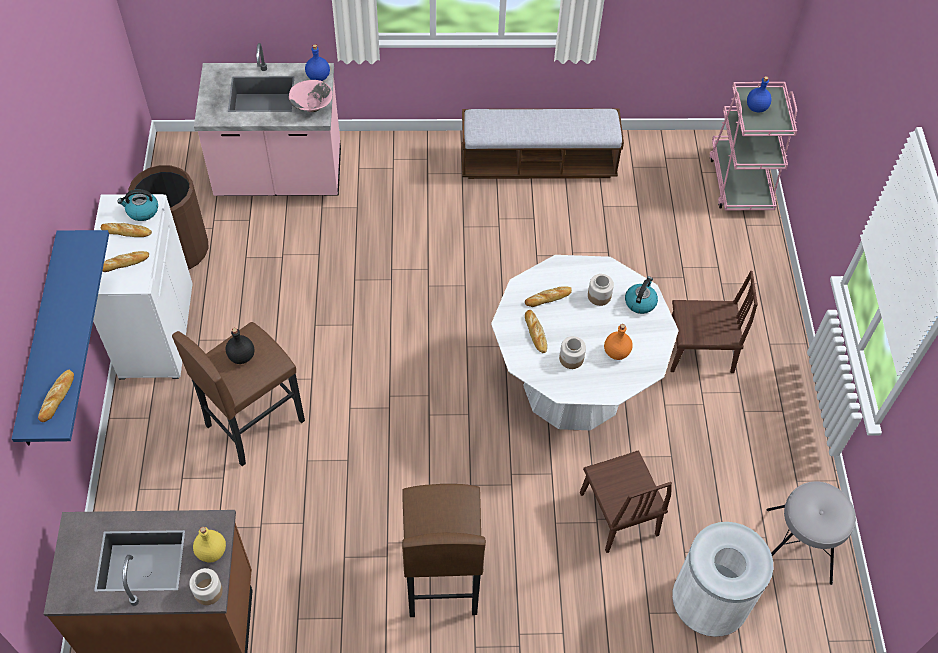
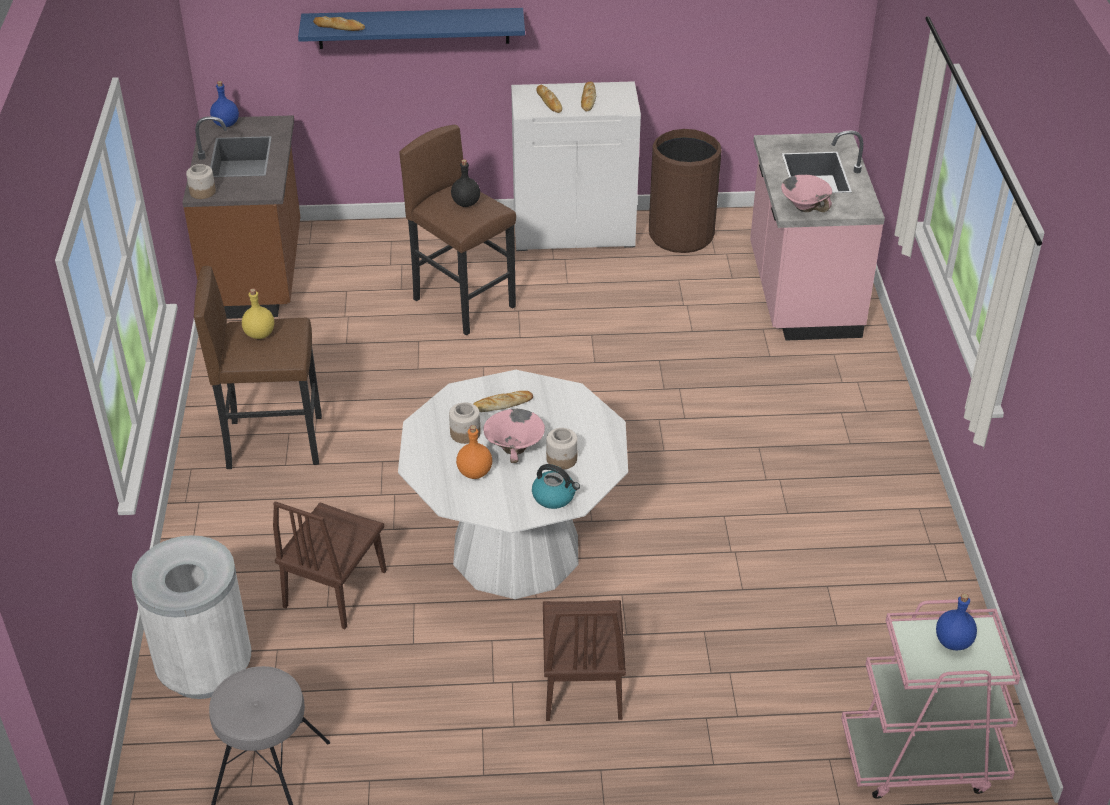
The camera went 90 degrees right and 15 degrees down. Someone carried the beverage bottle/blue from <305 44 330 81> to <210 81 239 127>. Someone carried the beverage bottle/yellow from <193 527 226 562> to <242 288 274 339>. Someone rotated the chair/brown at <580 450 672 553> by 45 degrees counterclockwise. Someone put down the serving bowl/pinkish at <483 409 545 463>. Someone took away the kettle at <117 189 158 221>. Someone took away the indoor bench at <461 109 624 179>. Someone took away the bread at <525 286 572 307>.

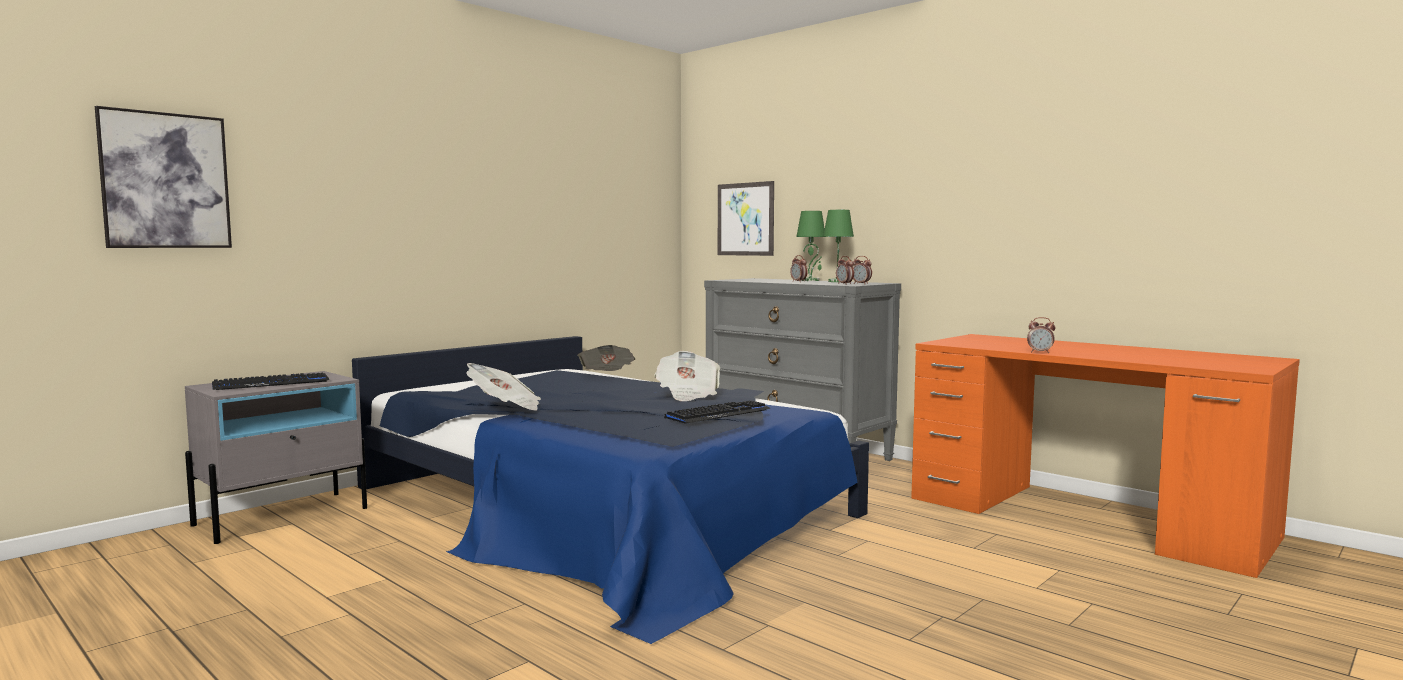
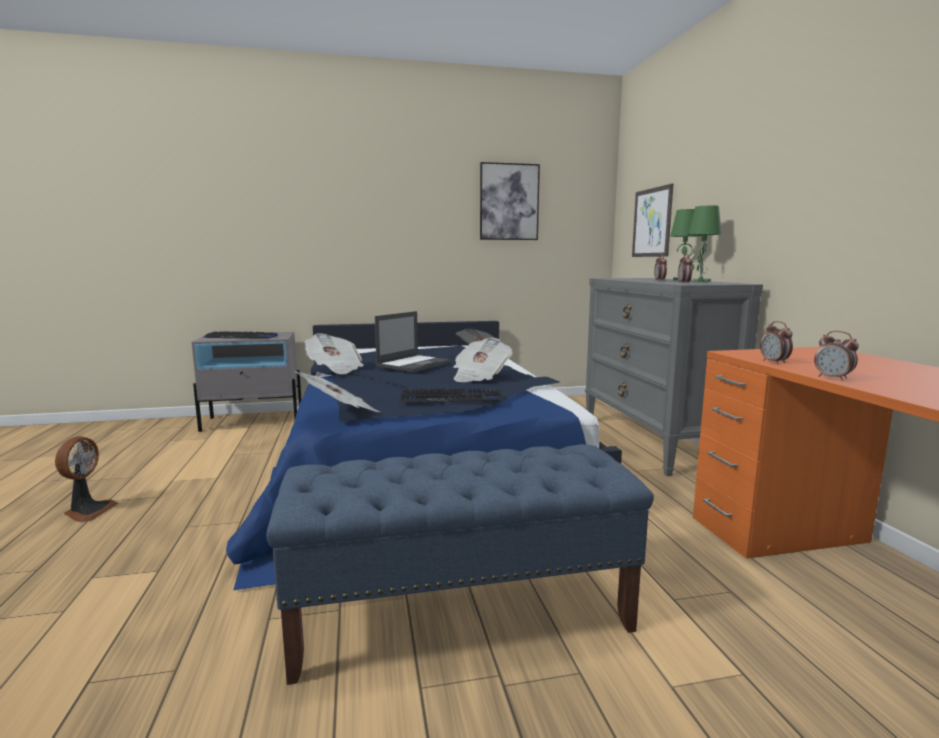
The camera went 35 degrees right and 5 degrees up. Someone put down the electric fan at <55 436 119 522>. Someone put down the indoor bench/blue at <267 444 654 685>. Someone put down the printed paper at <293 371 379 412>. Someone put down the notebook computer at <375 311 452 372>. Someone carried the wall art from <95 106 232 248> to <480 162 540 240>. Someone carried the alarm clock from <853 256 872 285> to <760 321 793 364>.

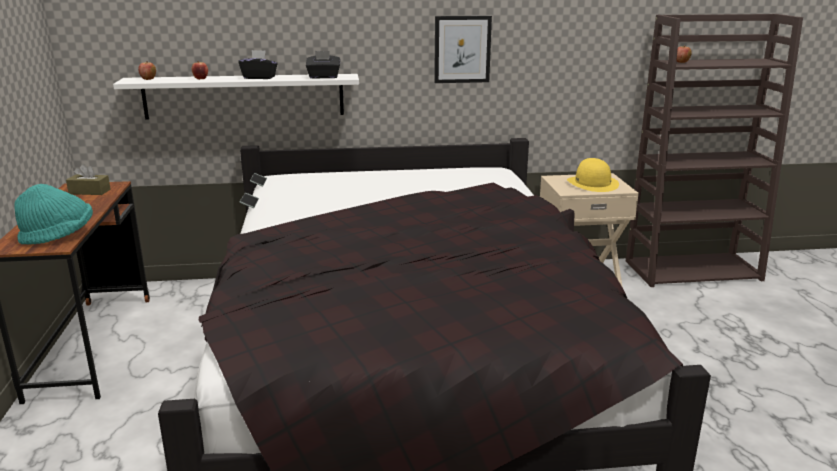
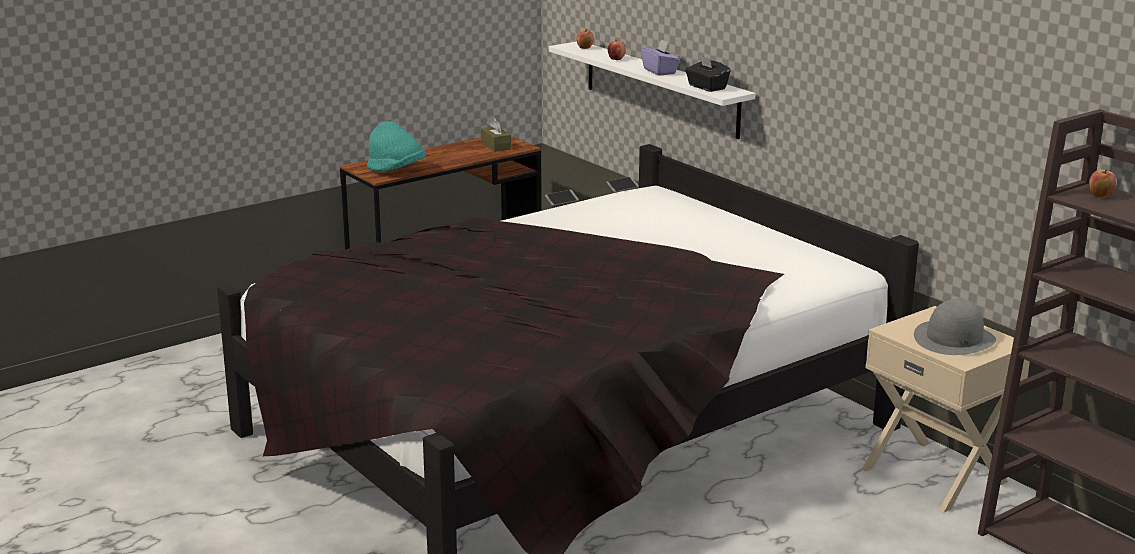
The camera went 60 degrees right and 0 degrees up. Someone repainted the box of tissues/black-coloured at <238 50 278 79>, which became the box of tissues/purple-coloured at <641 39 680 76>. Someone repainted the clothing hat/yellow at <567 158 619 192>, which became the clothing hat/greyish at <914 299 996 355>. Someone took away the wall art at <434 16 492 83>.

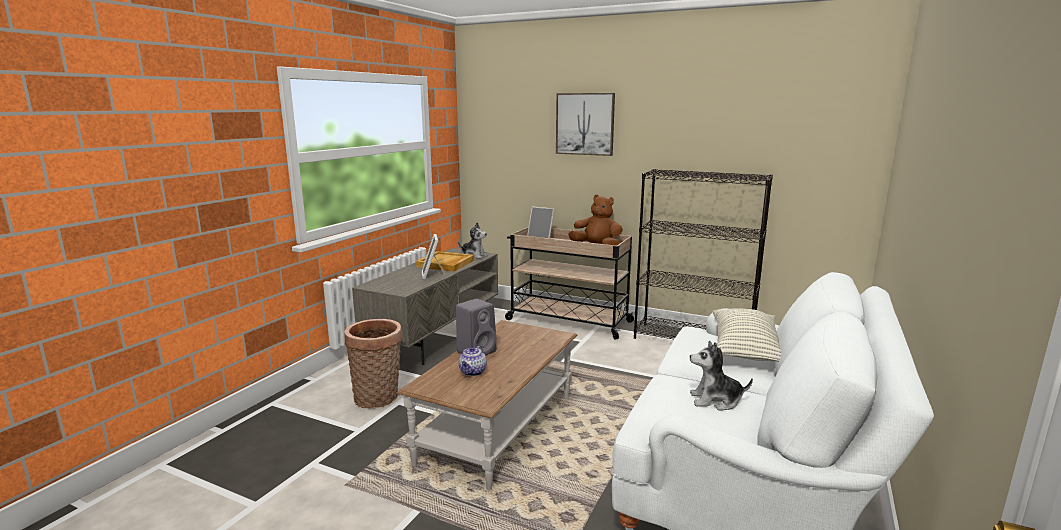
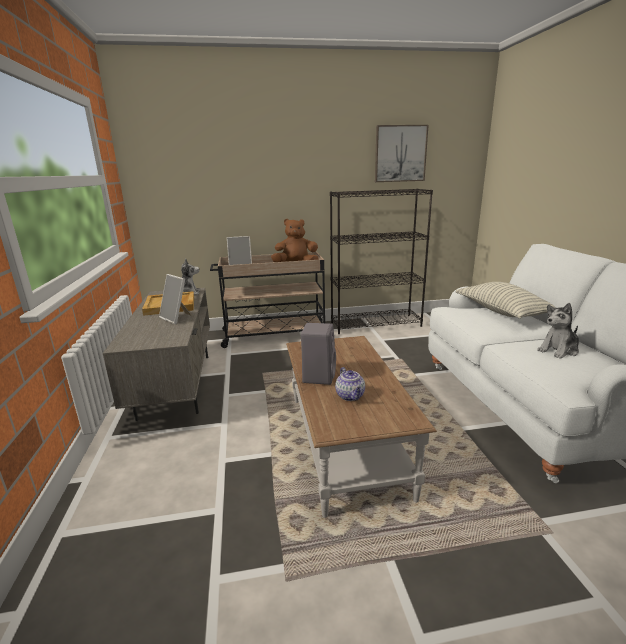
The camera went 35 degrees left and 5 degrees up. Someone carried the wall art from <556 93 615 156> to <375 125 429 182>. Someone took away the storage basket at <344 319 402 409>.

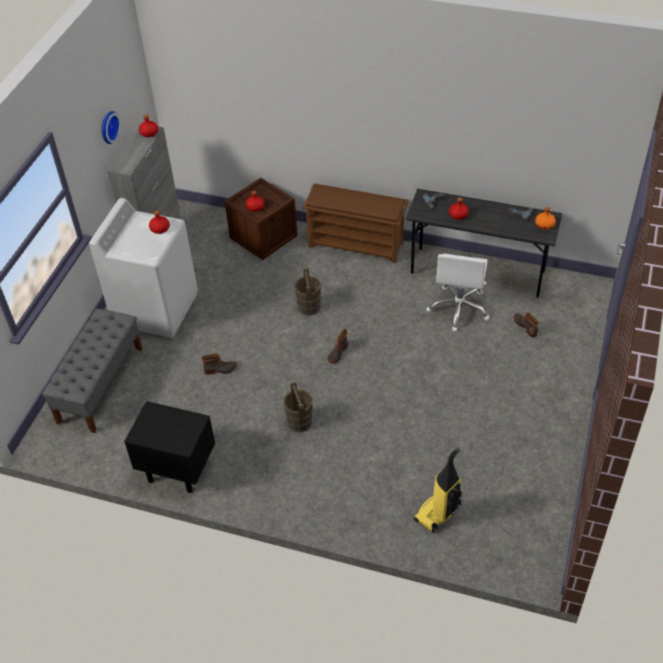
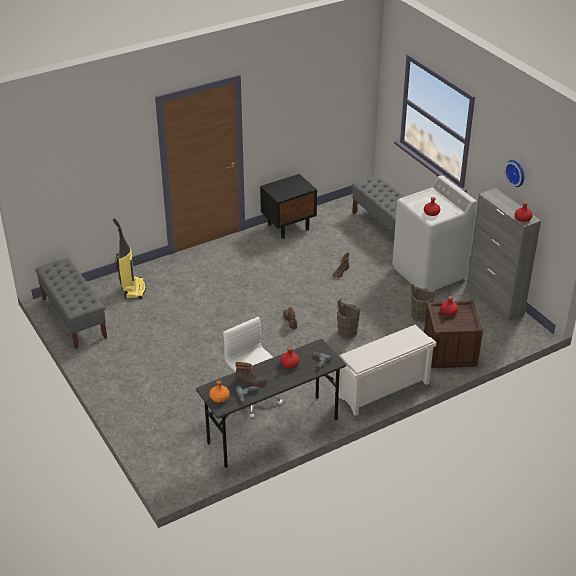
The camera went 130 degrees right and 10 degrees down. Someone put down the indoor bench/greyish at <35 258 107 349>. Someone carried the boot from <514 313 538 337> to <235 362 268 386>. Someone repainted the shoe shelf/brown at <303 183 408 263>, which became the shoe shelf/white at <338 325 436 416>. Someone carried the water bucket/brown from <283 382 313 432> to <411 284 436 322>.

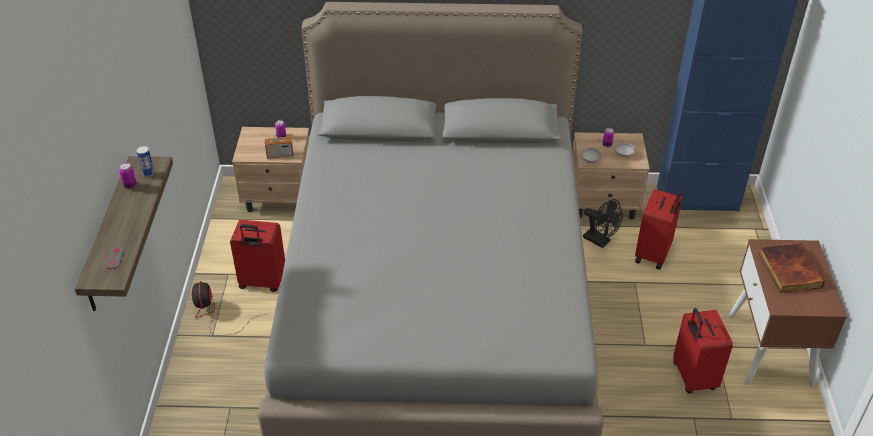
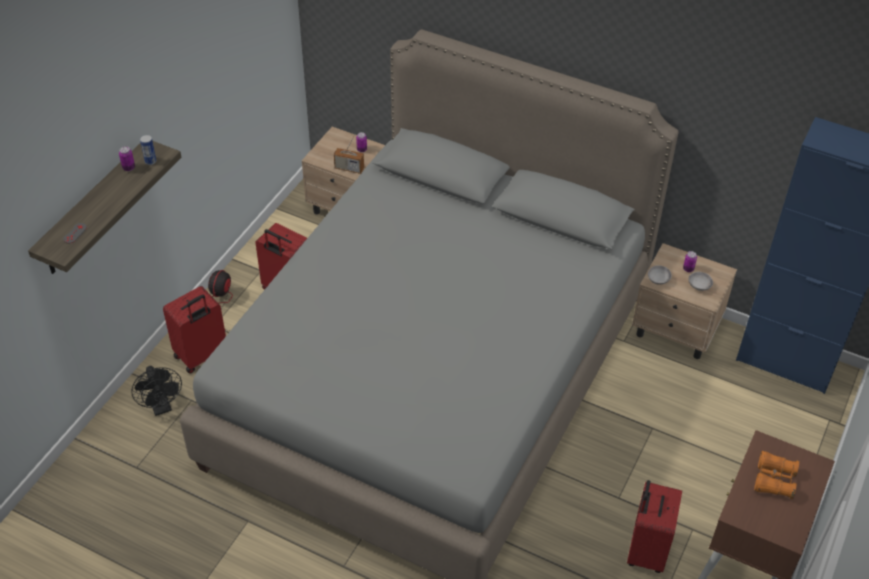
The camera went 25 degrees right and 5 degrees up. Someone carried the electric fan/black-coloured from <583 199 623 248> to <131 366 182 416>. Someone carried the travel case/reddish from <635 188 683 270> to <163 286 226 373>. Someone swapped the volume at <759 243 825 293> for the field glasses/orangey at <754 451 799 499>.

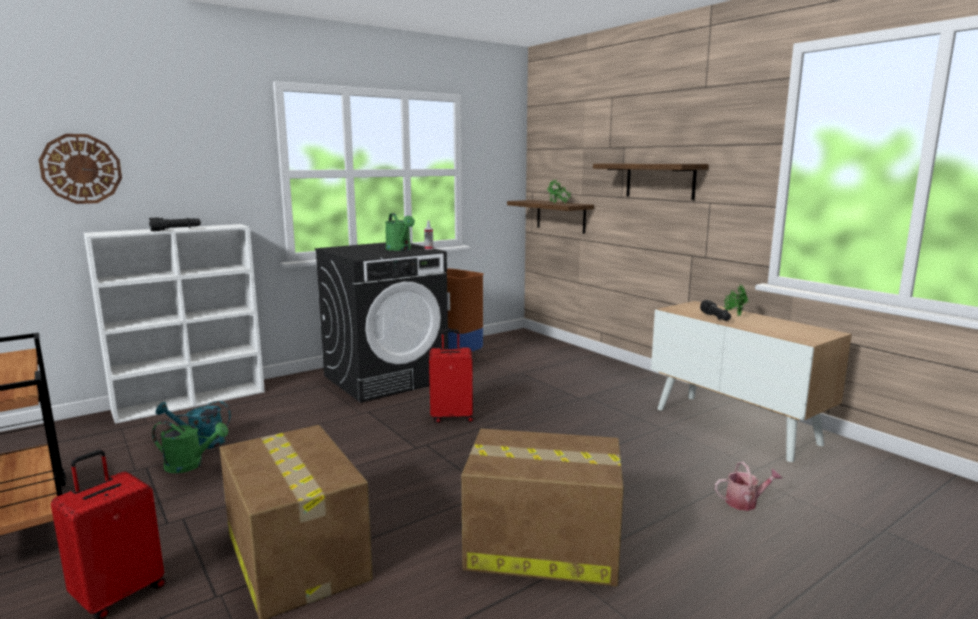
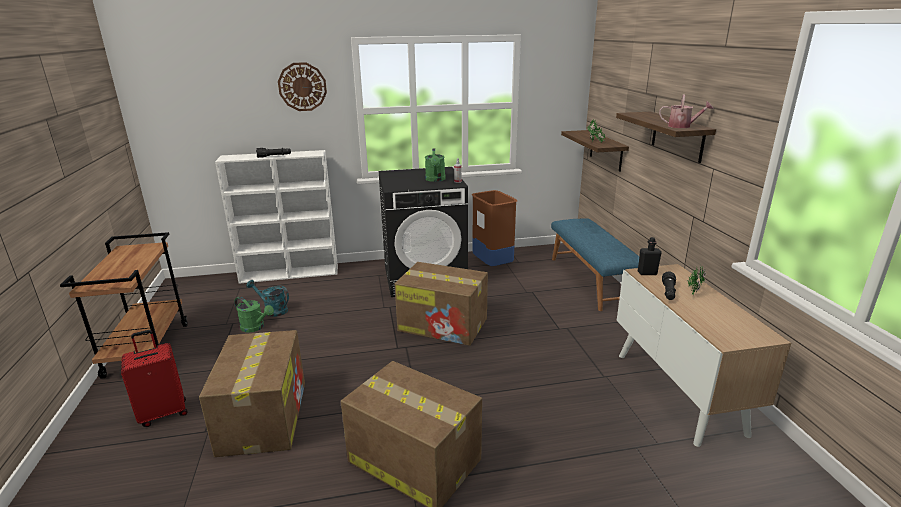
The camera went 25 degrees right and 10 degrees up. Someone carried the wall clock from <39 134 122 204> to <278 62 327 111>. Someone swapped the travel case/reddish at <429 329 474 423> for the carton at <395 262 488 346>. Someone put down the indoor bench/blue at <551 218 639 311>. Someone put down the beverage bottle/black-coloured at <638 237 662 275>. Someone carried the watering can from <715 462 783 511> to <659 94 714 128>.

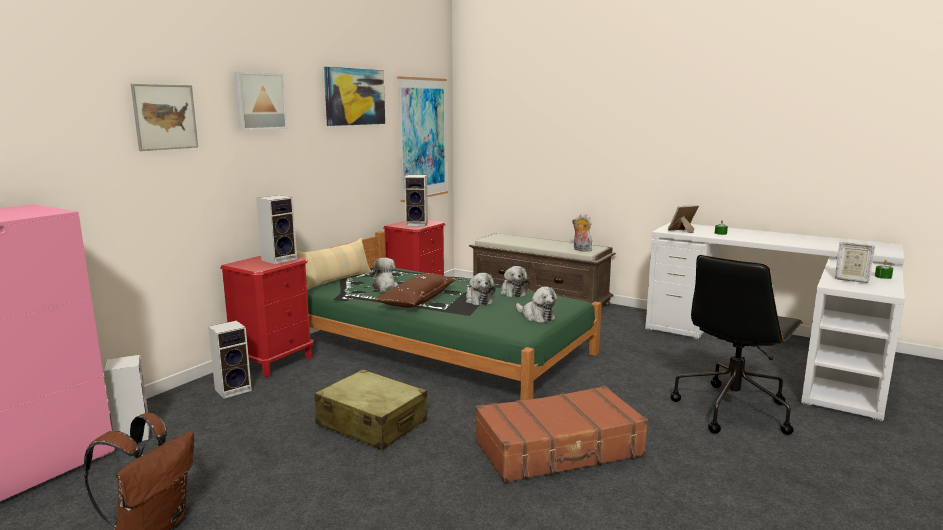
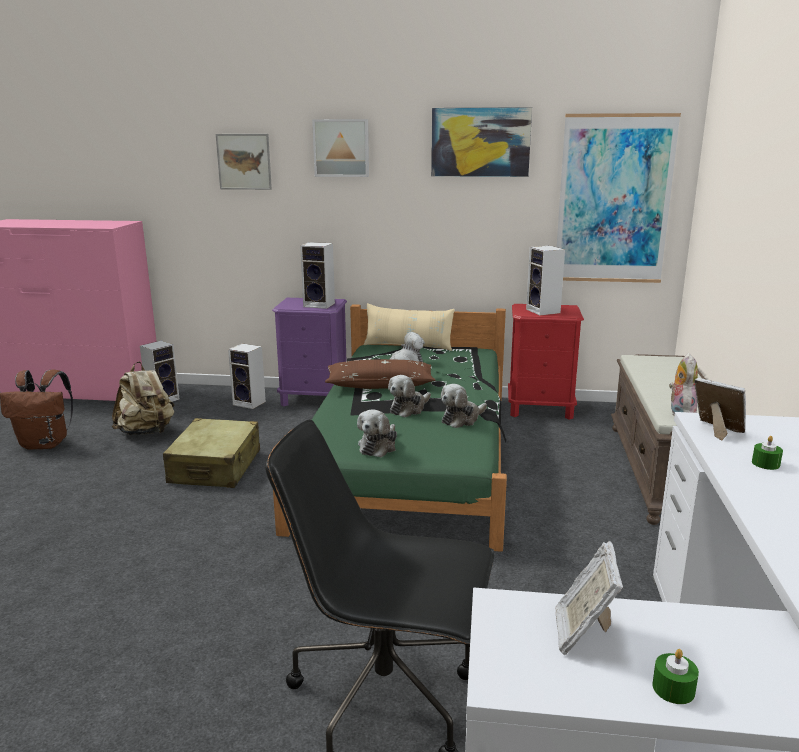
The camera went 65 degrees right and 5 degrees up. Someone put down the rucksack/beige at <112 361 174 435>. Someone repainted the bedside table/reddish at <220 256 314 377>, which became the bedside table/purple-coloured at <272 298 347 406>. Someone took away the travel case/brown at <475 386 648 483>.

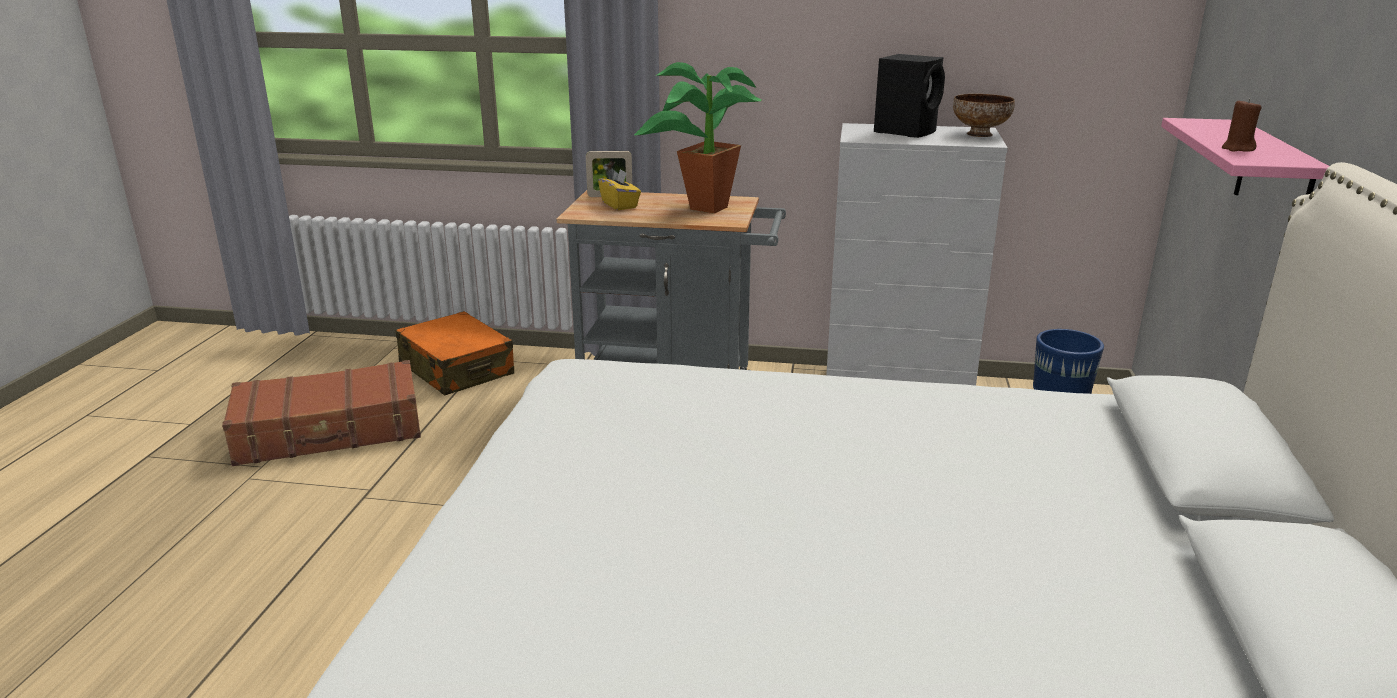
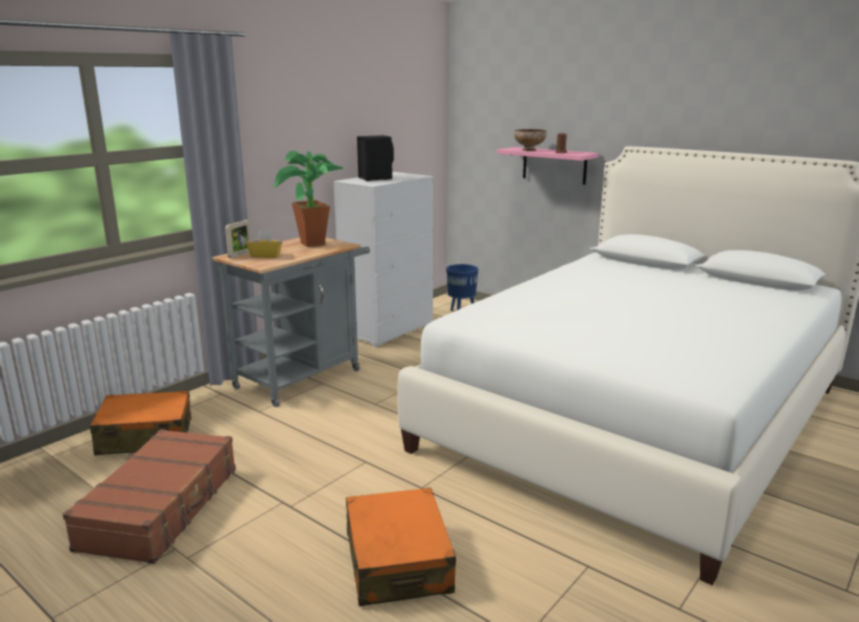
The camera went 60 degrees left and 5 degrees down. Someone put down the travel case/orangey at <346 487 456 606>. Someone carried the serving bowl from <953 94 1015 137> to <514 129 546 151>.

